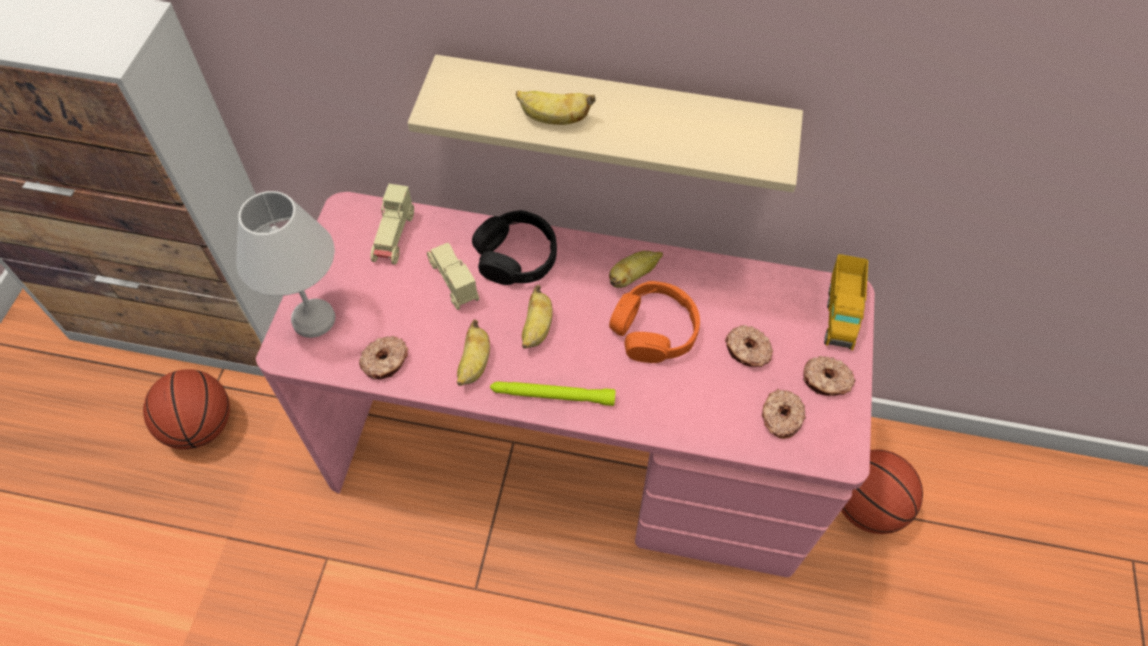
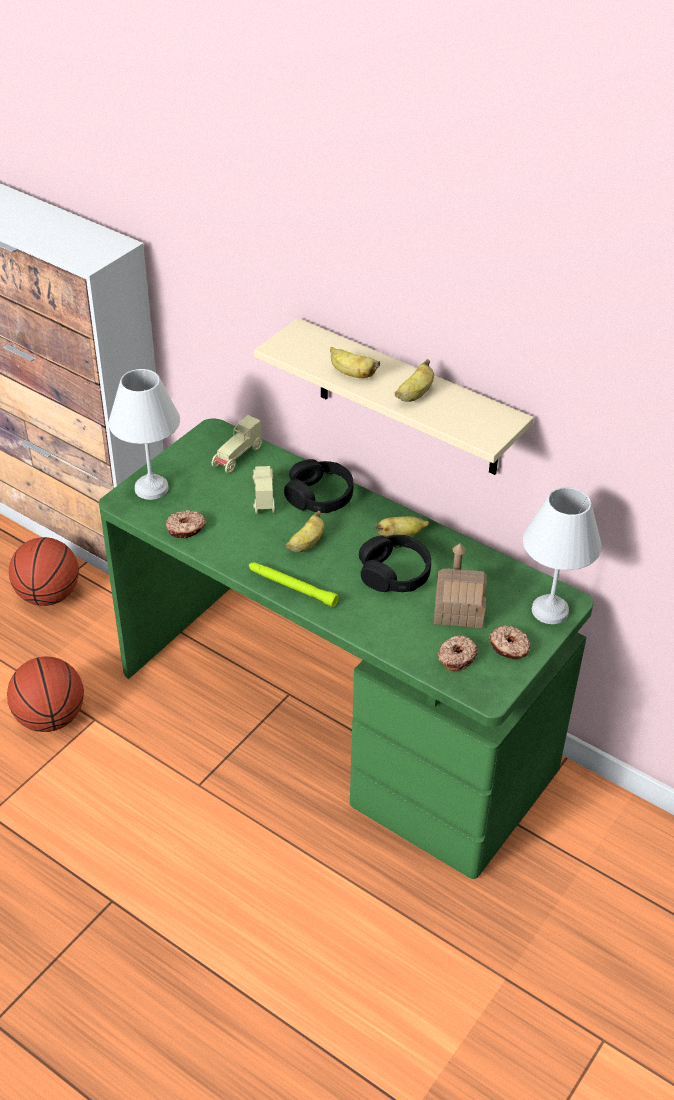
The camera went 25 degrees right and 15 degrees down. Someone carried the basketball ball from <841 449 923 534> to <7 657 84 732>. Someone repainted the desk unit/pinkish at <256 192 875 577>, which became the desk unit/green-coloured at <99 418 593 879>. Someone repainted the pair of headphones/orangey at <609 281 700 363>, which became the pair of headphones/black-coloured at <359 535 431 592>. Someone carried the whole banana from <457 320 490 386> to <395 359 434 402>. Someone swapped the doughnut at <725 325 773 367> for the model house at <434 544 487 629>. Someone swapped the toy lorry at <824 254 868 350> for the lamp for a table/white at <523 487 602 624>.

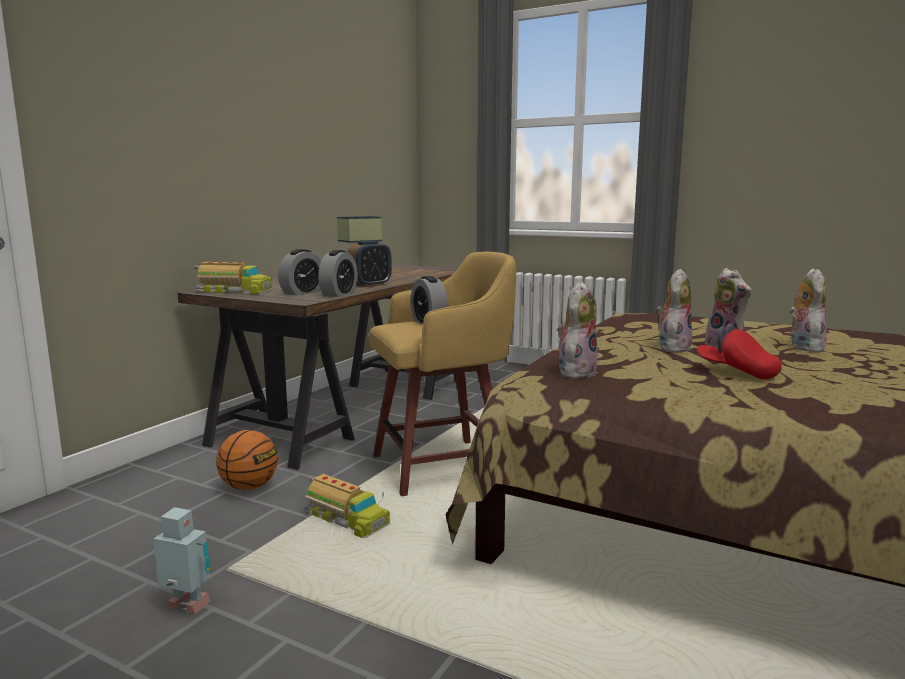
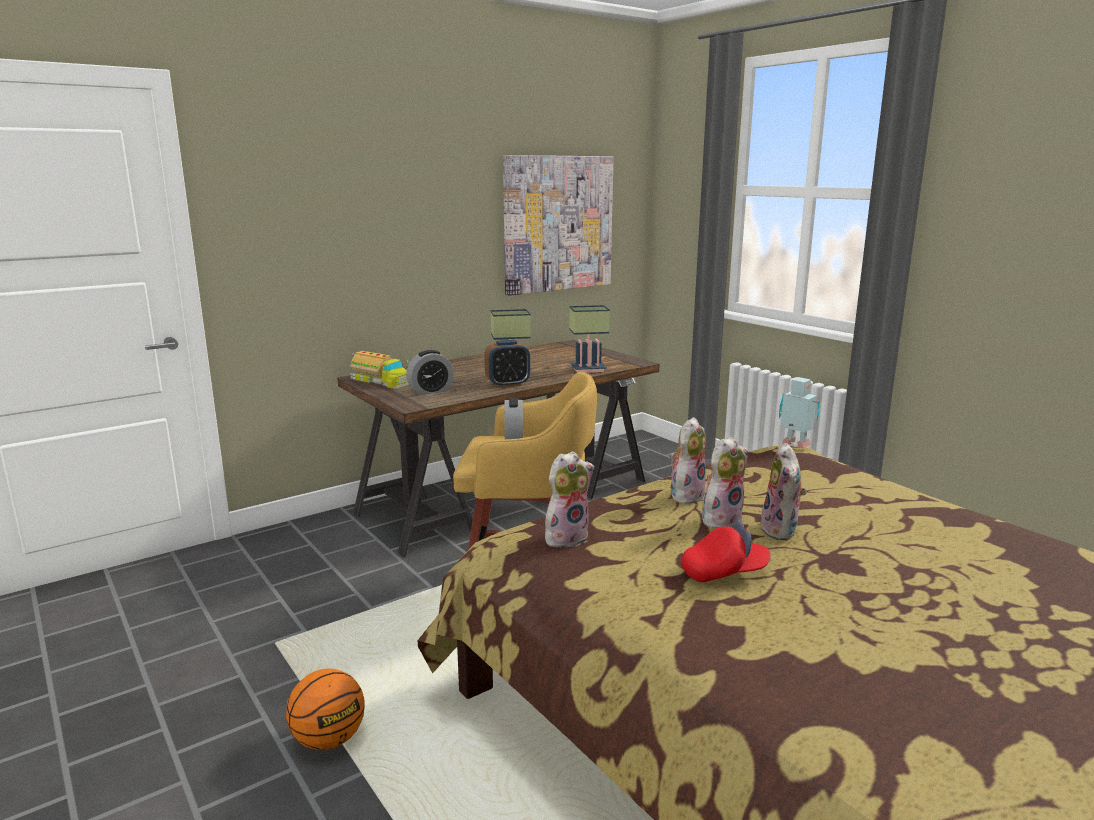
The camera went 25 degrees right and 5 degrees up. Someone carried the basketball ball from <216 430 278 490> to <286 668 365 750>. Someone put up the wall art at <503 155 614 296>. Someone put down the lamp for a table at <569 305 610 373>. Someone carried the soft toy from <789 268 827 352> to <670 417 706 504>. Someone rotated the peaked cap/reddish at <697 324 782 379> by 105 degrees clockwise. Someone carried the model robot from <153 507 210 614> to <779 377 820 448>. Someone took away the toy lorry at <305 474 390 538>. Someone took away the alarm clock at <318 250 358 297>.

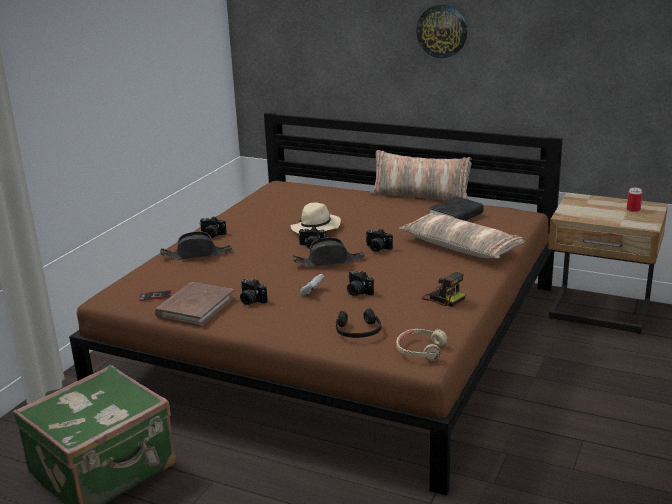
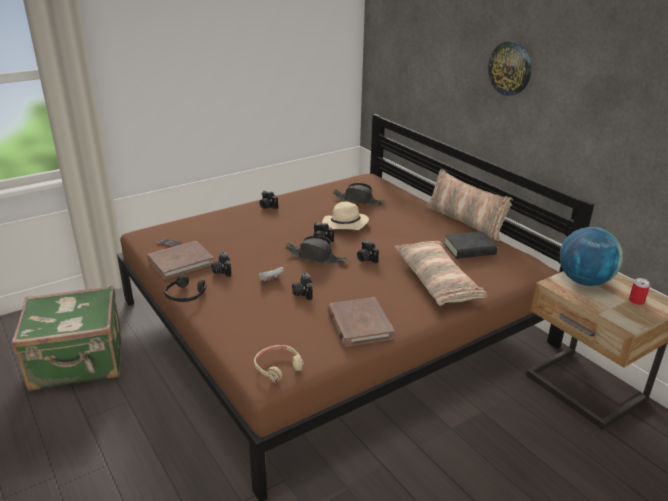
The camera went 30 degrees right and 5 degrees up. Someone carried the pair of headphones/black-coloured from <336 308 381 338> to <164 274 207 302>. Someone swapped the still camera at <422 272 465 307> for the volume/brown at <327 297 395 347>. Someone carried the clothing hat/black-coloured from <160 231 232 260> to <333 183 385 205>. Someone put down the world globe at <559 227 623 286>.

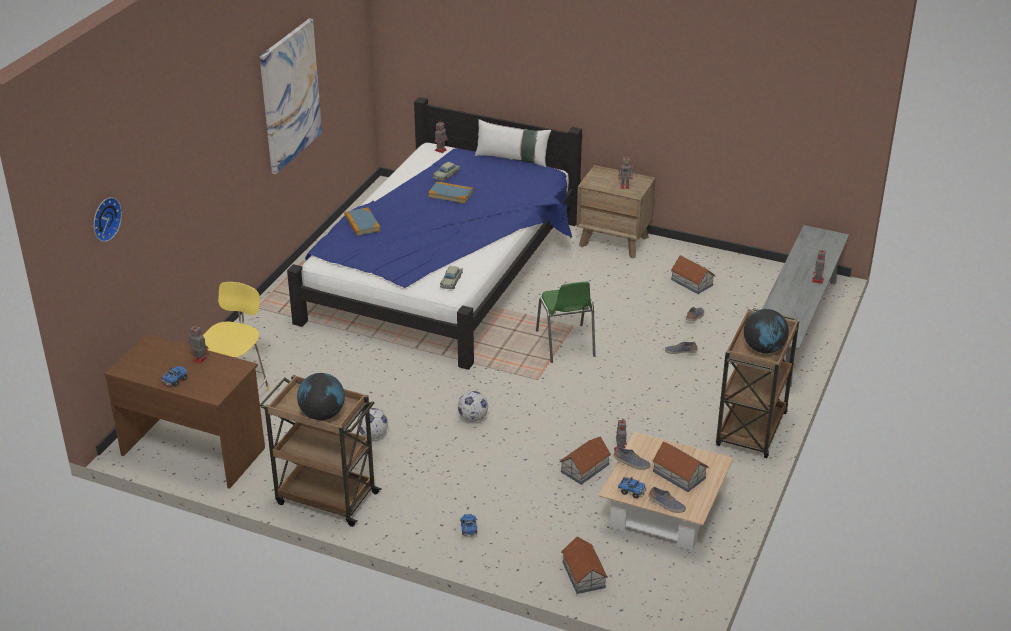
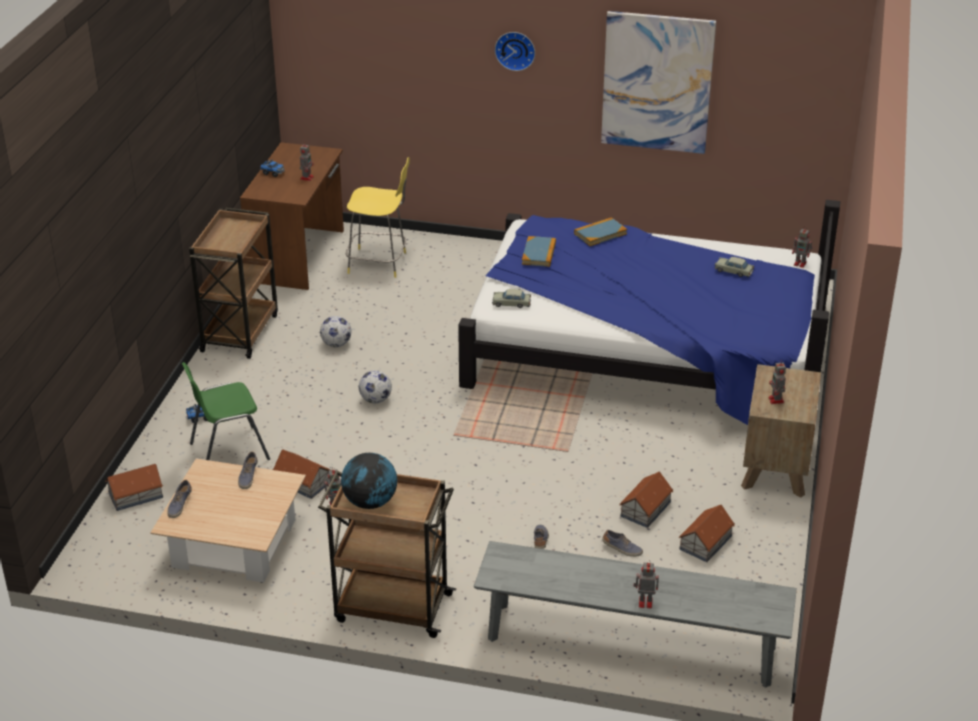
The camera went 80 degrees right and 0 degrees up. Someone carried the chair/green-coloured from <536 282 596 363> to <182 362 270 460>. Someone carried the wall clock from <94 197 122 242> to <495 32 535 71>. Someone carried the volume from <428 182 473 203> to <522 236 556 267>. Someone carried the model house from <652 442 709 492> to <619 472 673 528>. Someone took away the world globe at <297 373 345 420>. Someone took away the cushion/white at <475 119 551 167>. Someone took away the toy lorry at <618 477 647 499>.

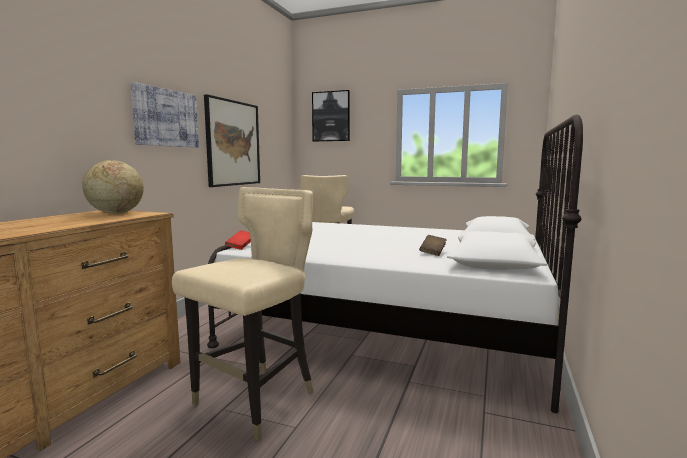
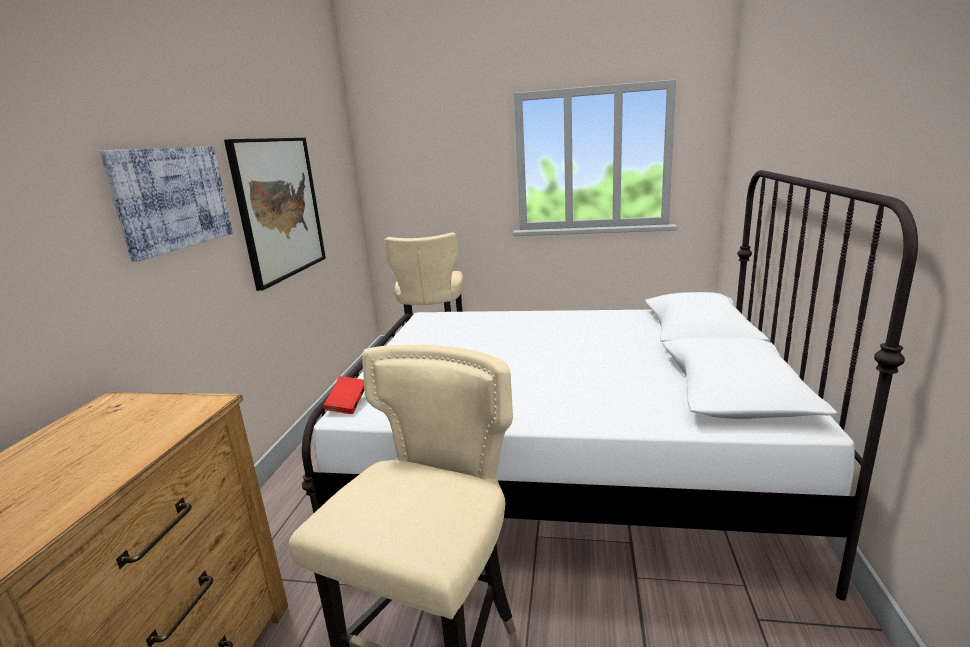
The camera went 10 degrees left and 10 degrees up. Someone took away the world globe at <82 160 144 214>. Someone took away the wall art at <312 90 350 142>. Someone took away the volume/brown at <419 235 447 256>.

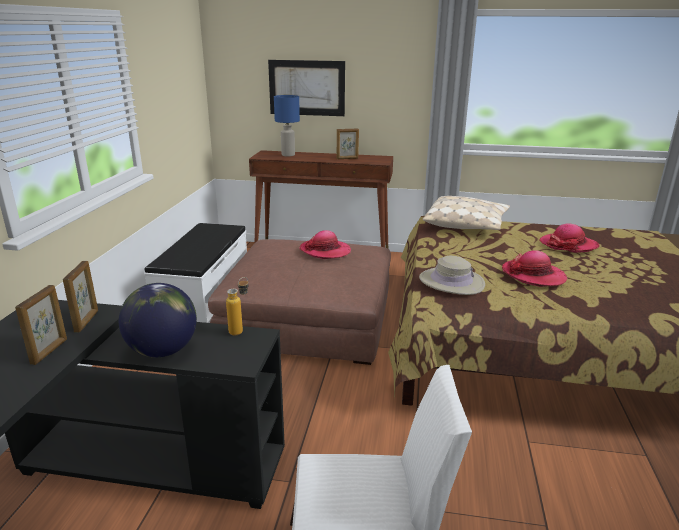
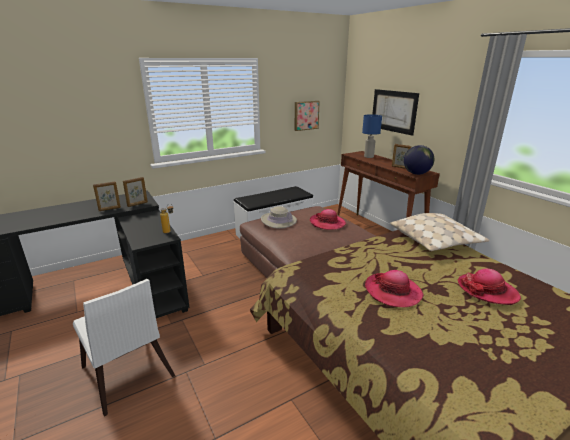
The camera went 50 degrees right and 0 degrees up. Someone carried the clothing hat/beige from <419 256 485 295> to <261 206 297 229>. Someone put up the wall art at <295 101 320 131>. Someone carried the world globe from <119 283 197 357> to <404 145 434 175>.

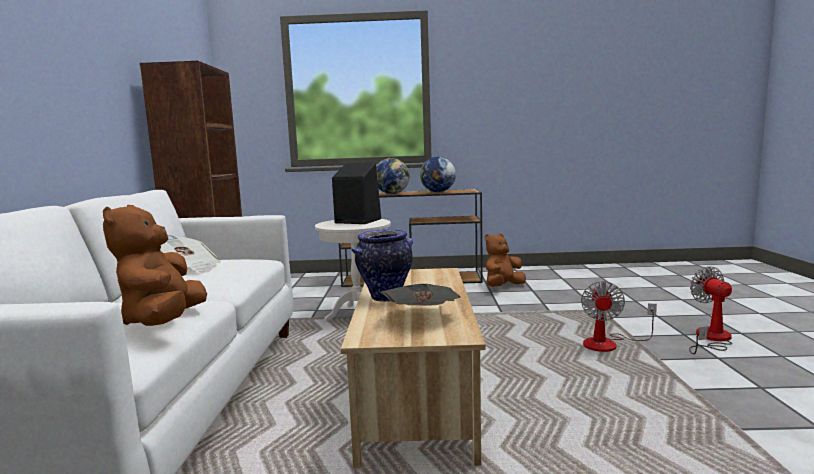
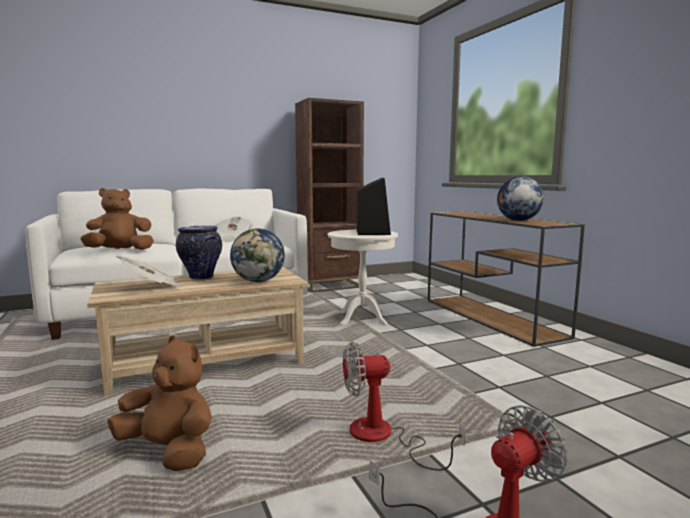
The camera went 65 degrees right and 0 degrees up. Someone carried the soft toy/brown from <485 233 526 287> to <107 335 212 471>. Someone carried the world globe from <376 158 410 194> to <230 228 285 282>.

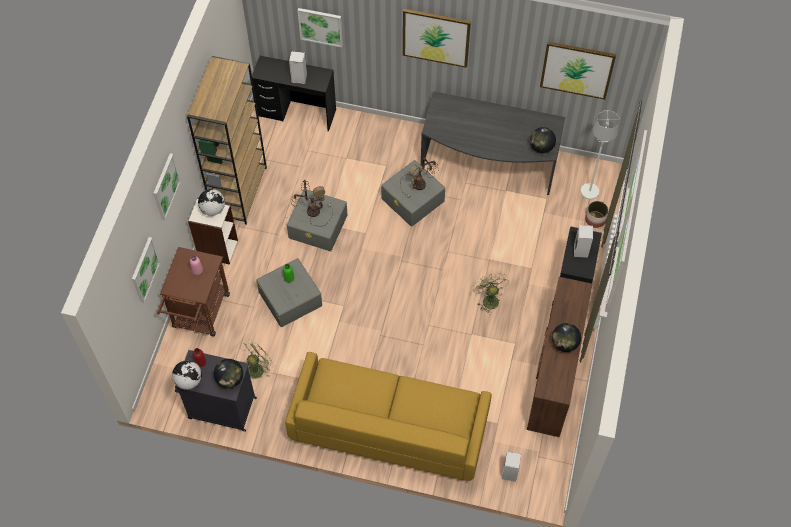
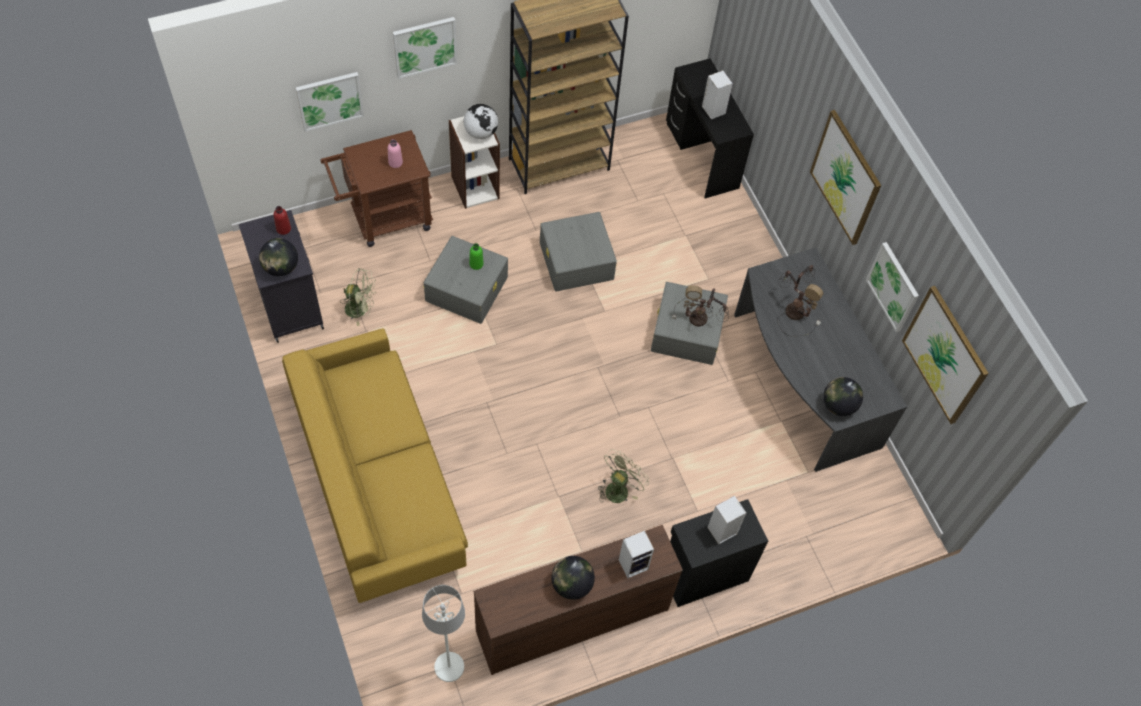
The camera went 50 degrees right and 0 degrees up. Someone carried the floor lamp/white from <581 110 620 200> to <422 585 465 682>. Someone carried the speaker from <502 451 521 482> to <619 531 654 578>. Someone carried the lamp for a table from <291 180 333 226> to <777 265 823 336>. Someone carried the wall art from <298 8 343 47> to <866 242 919 332>. Someone took away the world globe at <172 360 202 390>. Someone took away the planter at <585 201 608 228>.

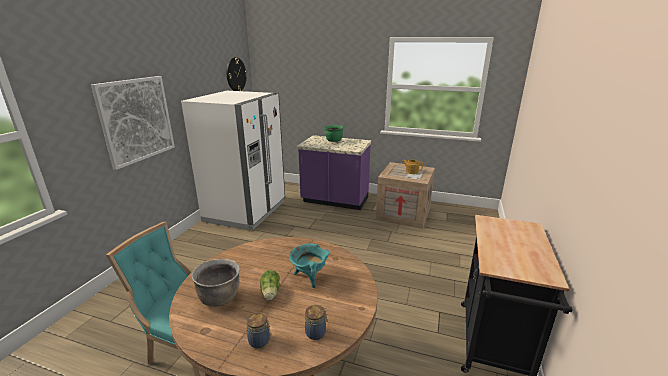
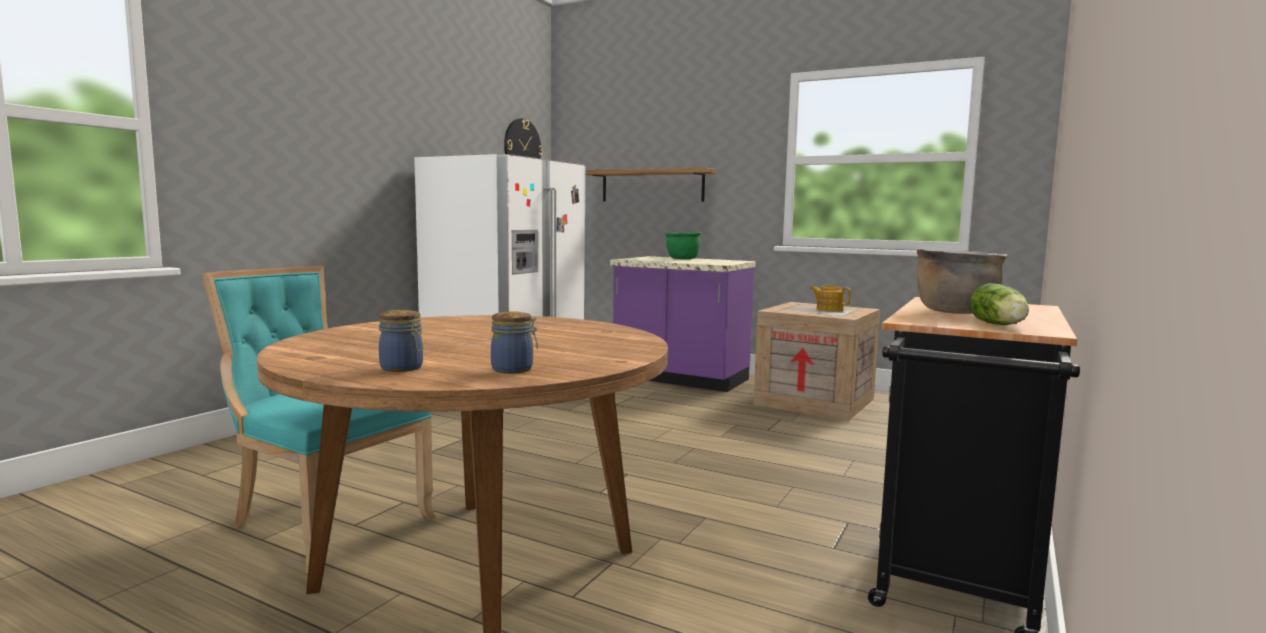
The camera went 10 degrees right and 15 degrees down. Someone put up the shelf at <586 167 716 202>. Someone carried the saucepot/brown from <191 259 240 307> to <916 249 1008 314>. Someone carried the lettuce head from <260 270 280 300> to <970 283 1029 325>. Someone took away the wall art at <91 76 175 170>. Someone took away the saucepot/blue-green at <289 243 330 288>.

